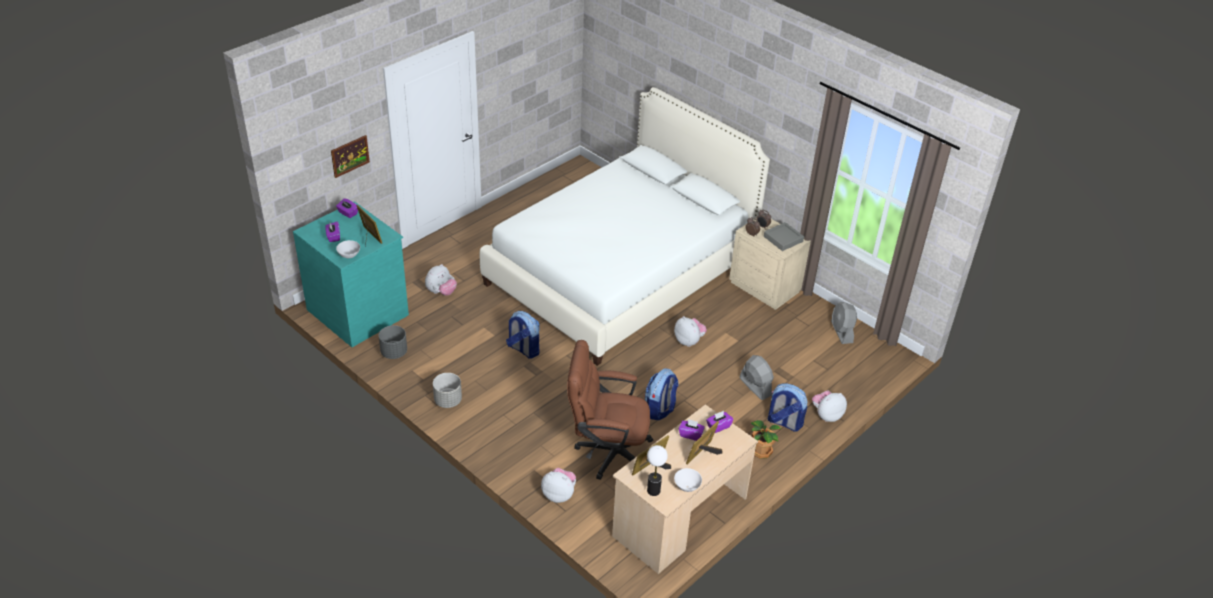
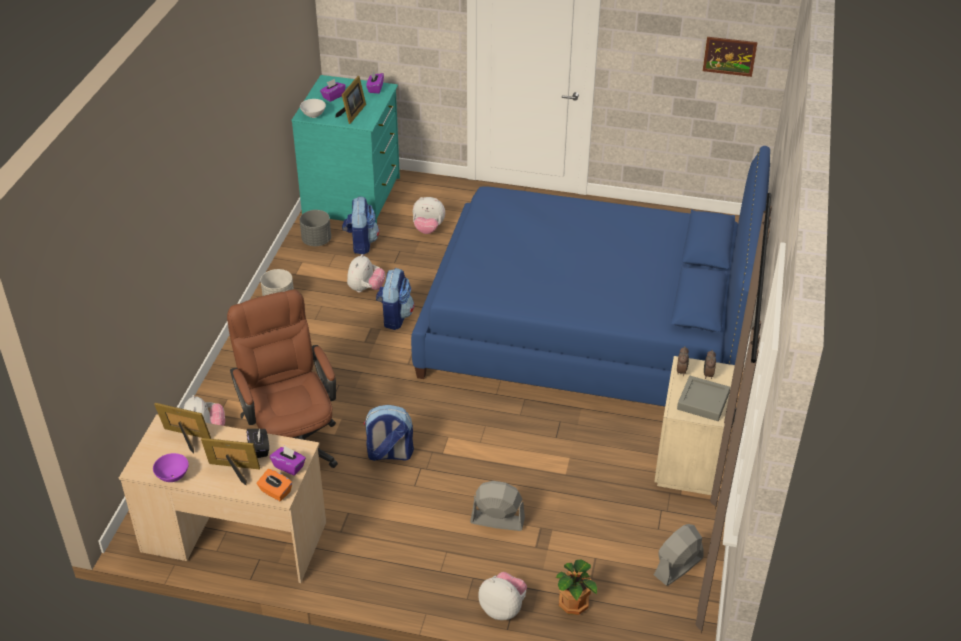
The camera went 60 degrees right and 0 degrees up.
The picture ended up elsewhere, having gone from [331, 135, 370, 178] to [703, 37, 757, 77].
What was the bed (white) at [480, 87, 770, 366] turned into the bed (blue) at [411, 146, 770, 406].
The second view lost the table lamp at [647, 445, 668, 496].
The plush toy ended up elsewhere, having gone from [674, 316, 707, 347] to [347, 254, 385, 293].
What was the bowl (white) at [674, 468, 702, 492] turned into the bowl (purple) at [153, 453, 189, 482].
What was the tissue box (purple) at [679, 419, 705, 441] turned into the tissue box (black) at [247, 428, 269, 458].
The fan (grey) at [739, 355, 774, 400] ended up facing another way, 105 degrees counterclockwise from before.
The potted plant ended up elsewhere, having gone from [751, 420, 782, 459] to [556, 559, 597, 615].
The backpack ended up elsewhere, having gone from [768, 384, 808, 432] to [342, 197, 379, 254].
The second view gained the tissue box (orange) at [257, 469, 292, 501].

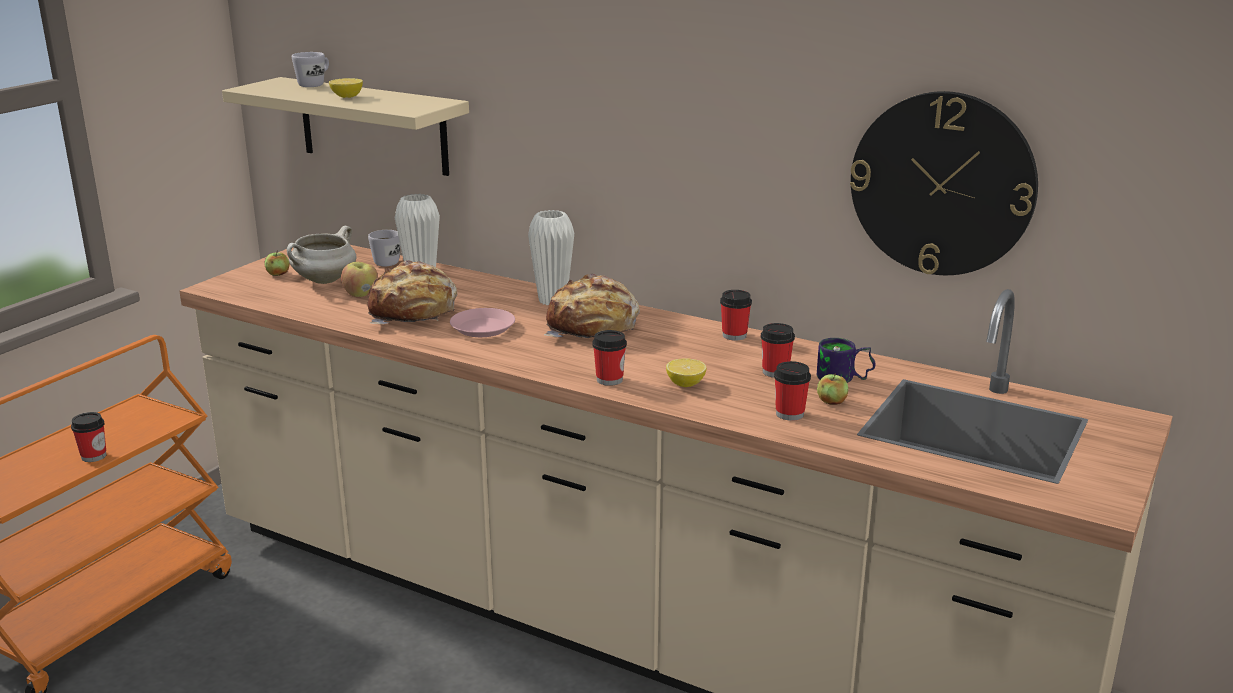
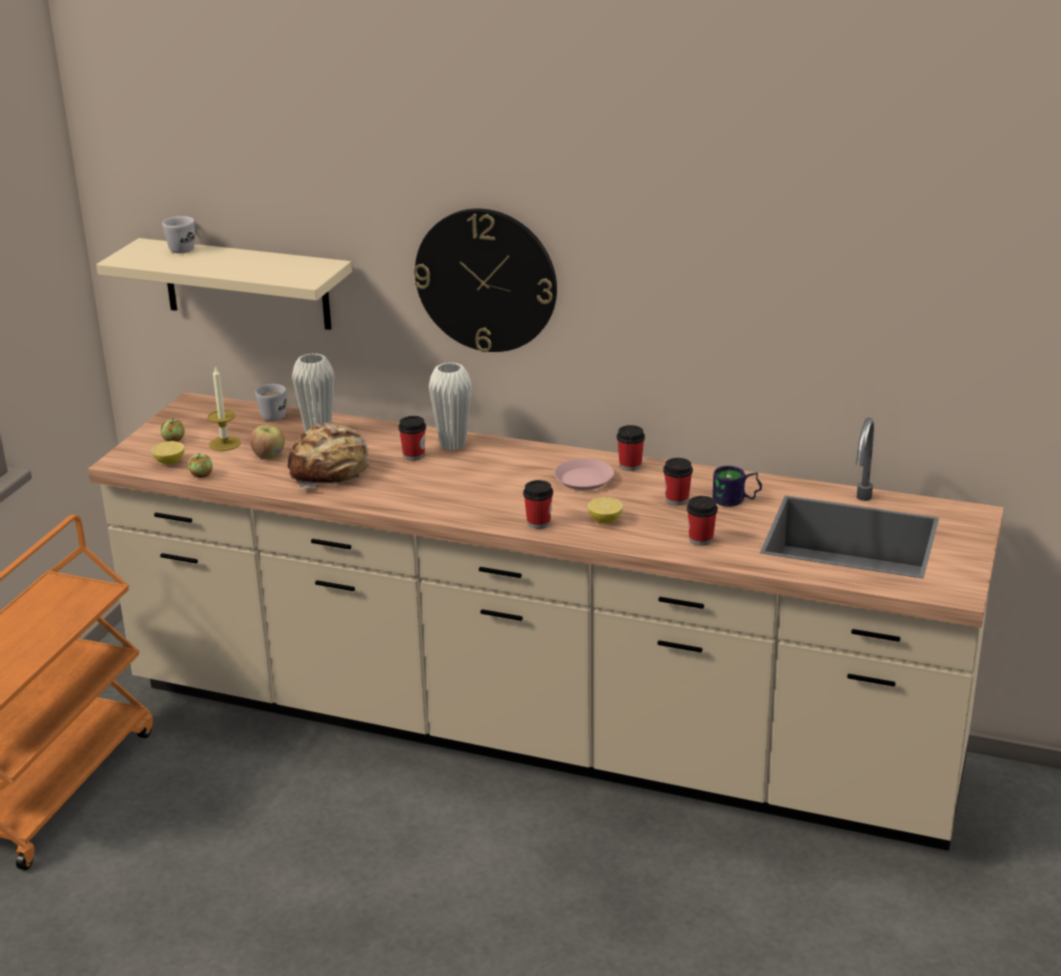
The camera went 10 degrees left and 5 degrees up.
The cup ended up elsewhere, having gone from [71, 412, 107, 462] to [398, 416, 426, 461].
Where the cooking pot (white) stood at [287, 226, 357, 284], the candle came to stand at [208, 366, 241, 451].
The lemon ended up elsewhere, having gone from [329, 78, 363, 98] to [151, 441, 184, 464].
The plate (pink) ended up elsewhere, having gone from [450, 308, 515, 337] to [554, 459, 614, 490].
The second view lost the bread at [544, 274, 640, 338].
The apple ended up elsewhere, having gone from [817, 373, 848, 405] to [188, 453, 213, 478].
The wall clock ended up elsewhere, having gone from [850, 91, 1038, 275] to [414, 209, 557, 352].

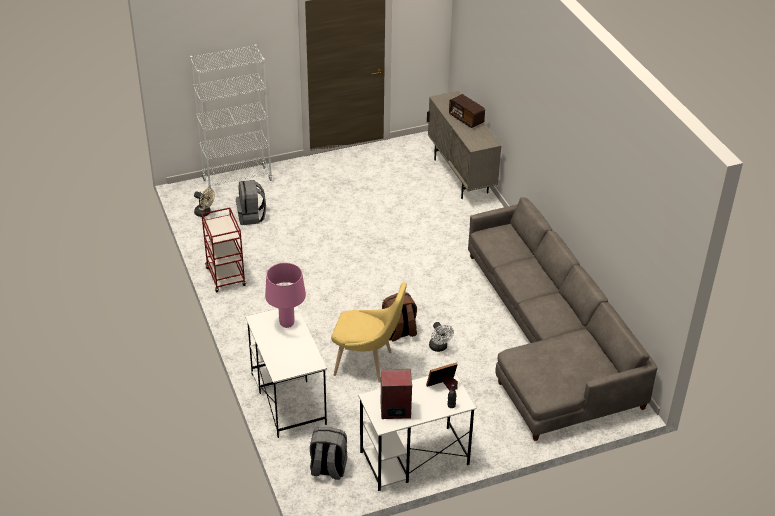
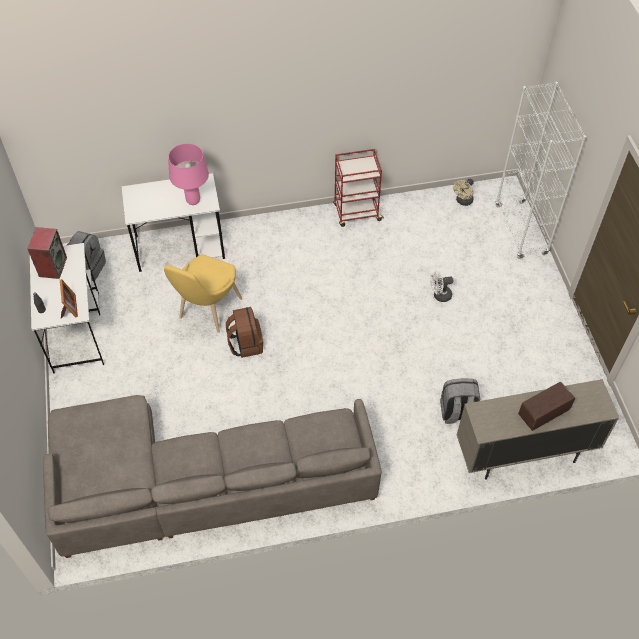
The camera went 100 degrees right and 15 degrees up.
The backpack (grey) ended up elsewhere, having gone from [236, 180, 266, 225] to [440, 378, 480, 424].
The fan (white) ended up elsewhere, having gone from [429, 322, 454, 352] to [430, 271, 454, 302].

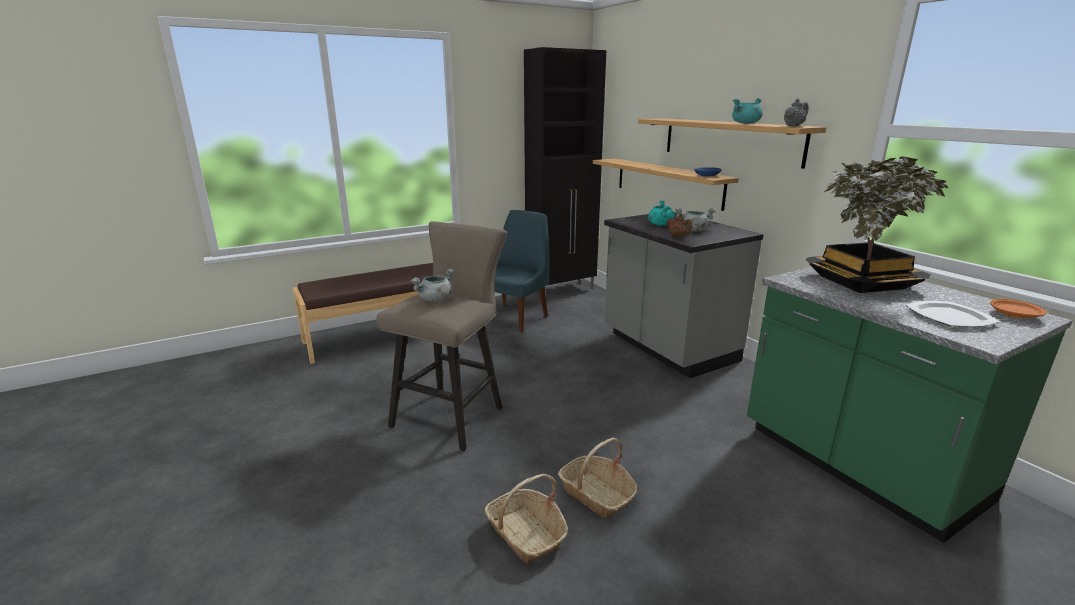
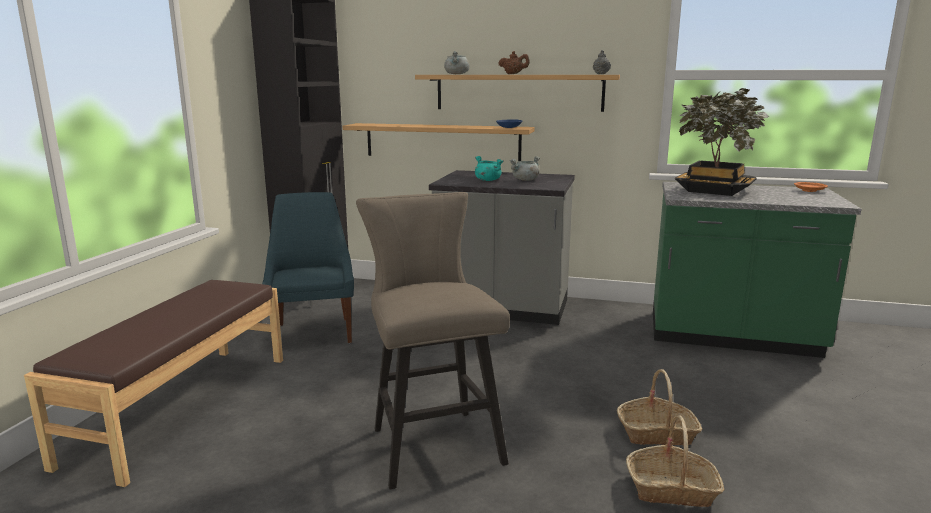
The camera went 45 degrees left and 5 degrees down.
The cooking pot (grey) ended up elsewhere, having gone from [411, 269, 454, 302] to [444, 51, 470, 74].
The teapot (brown) ended up elsewhere, having gone from [666, 214, 692, 237] to [498, 51, 530, 74].
The second view lost the cooking pot (turquoise) at [732, 98, 763, 124].
The second view lost the plate at [906, 301, 999, 327].

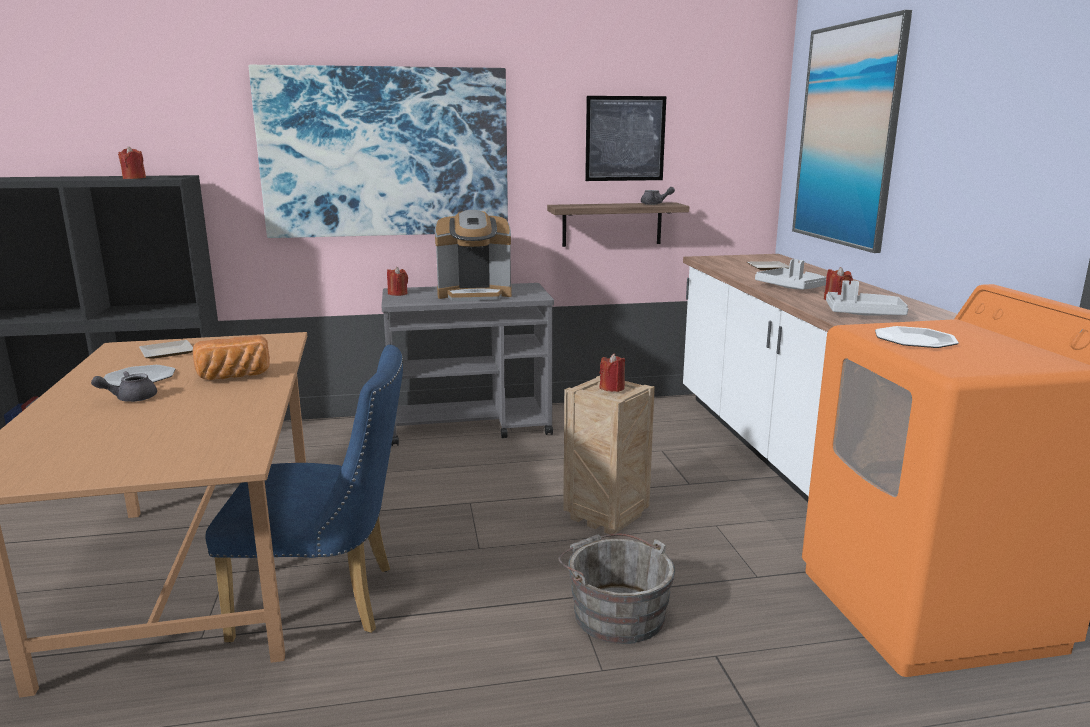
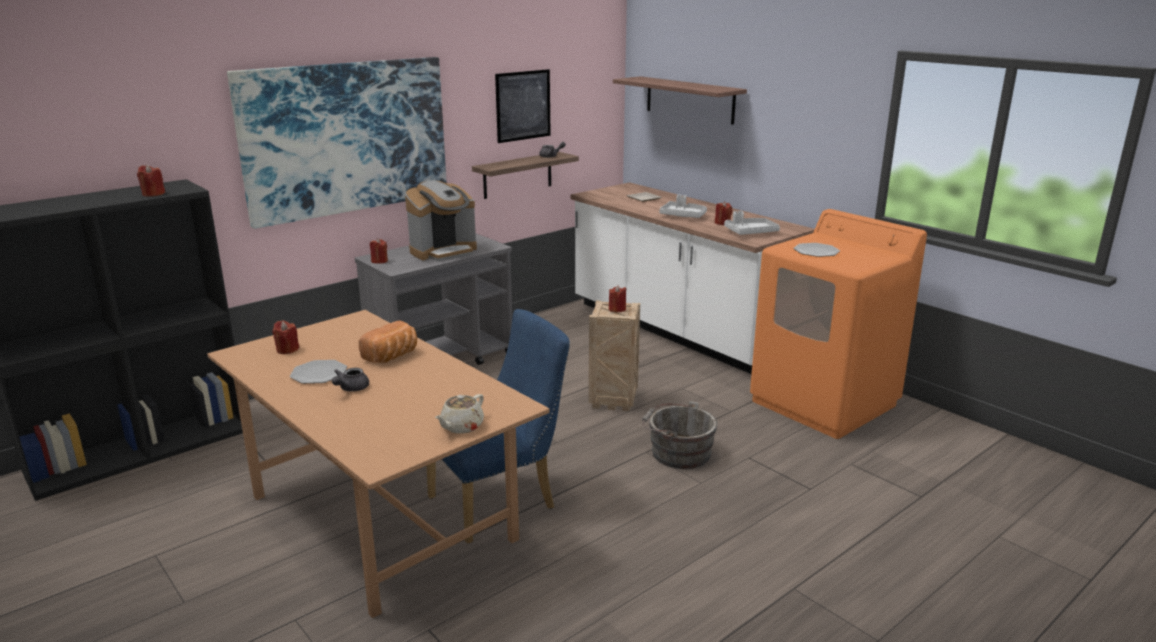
The camera went 30 degrees left and 5 degrees up.
Where the plate stood at [139, 340, 193, 359], the candle (red) came to stand at [272, 320, 299, 354].
Where the picture hung at [792, 10, 912, 253], the shelf came to hang at [613, 76, 747, 125].
The second view gained the teapot (beige) at [435, 394, 484, 434].

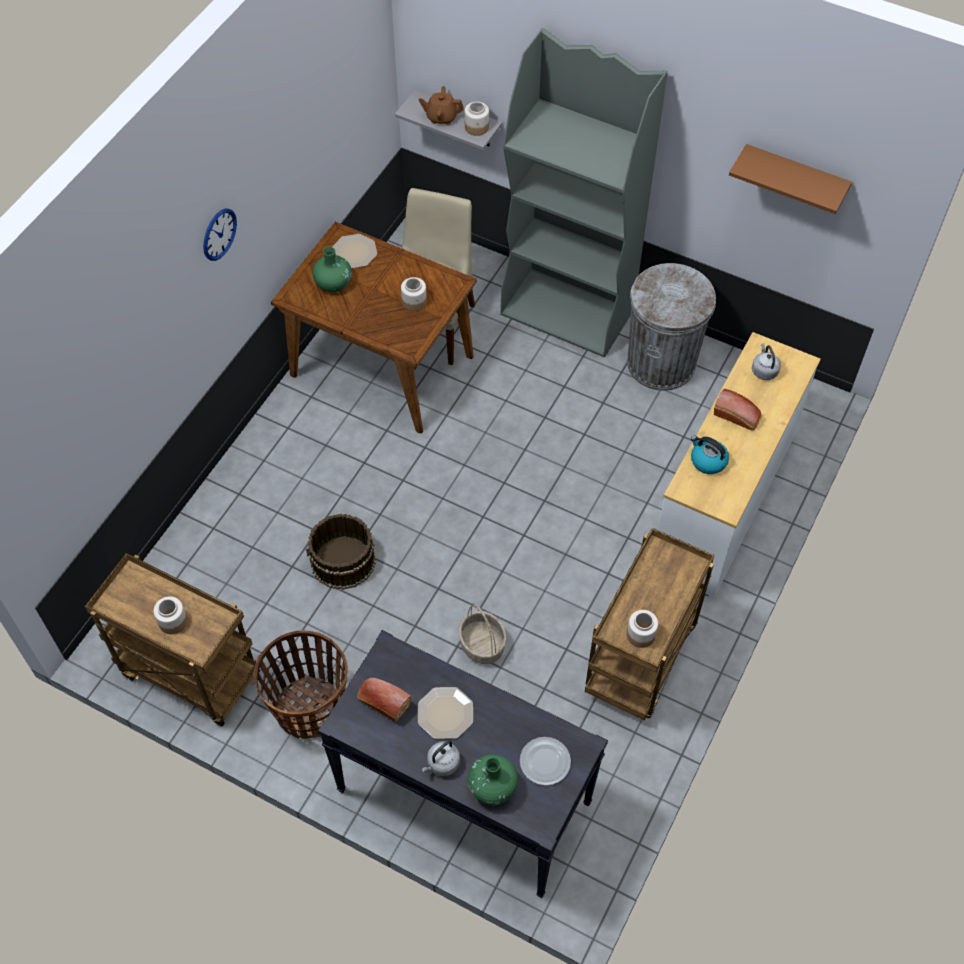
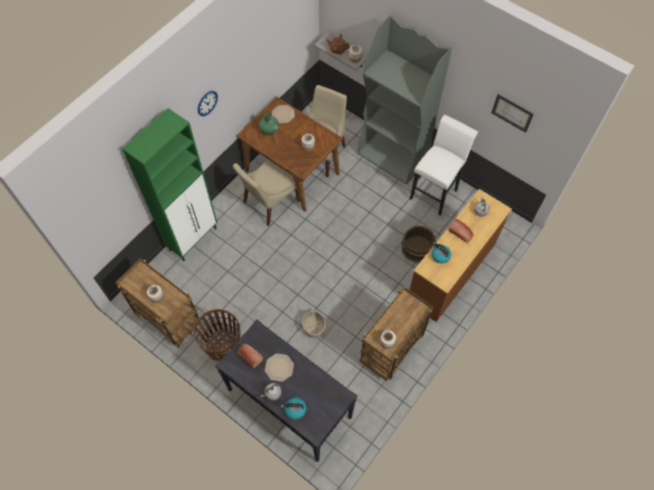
The camera went 10 degrees right and 5 degrees up.
The bucket (brown) ended up elsewhere, having gone from [306, 513, 376, 590] to [401, 226, 436, 263].
Where the vase (green) stood at [468, 755, 518, 805], the kettle came to stand at [281, 398, 306, 420].
The second view lost the plate at [520, 737, 571, 785].
Where the trash can (grey) stood at [627, 263, 716, 391], the stool (white) came to stand at [410, 115, 478, 216].
What was the dresser (white) at [658, 332, 821, 598] turned into the dresser (brown) at [410, 189, 512, 322].
Where the shelf (brown) hung at [729, 144, 852, 214], the picture came to hang at [491, 94, 534, 133].
The second view gained the cabinet (green) at [122, 108, 217, 261].
The second view gained the chair (beige) at [233, 160, 300, 226].

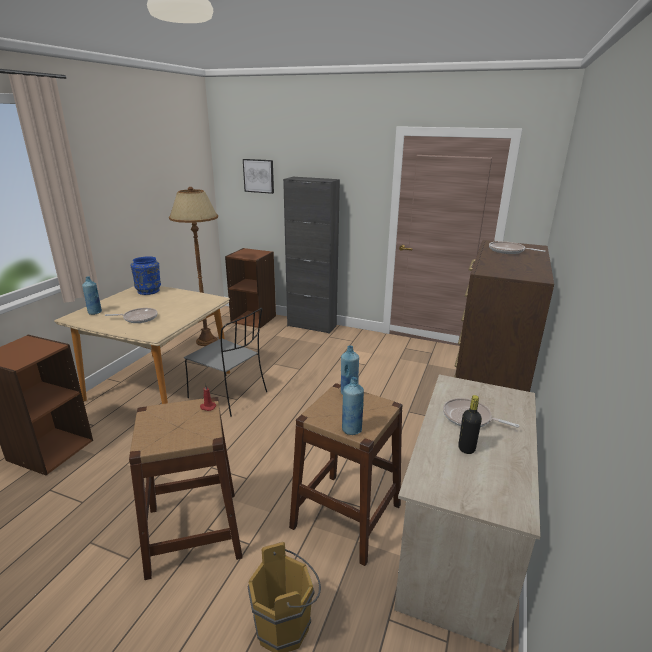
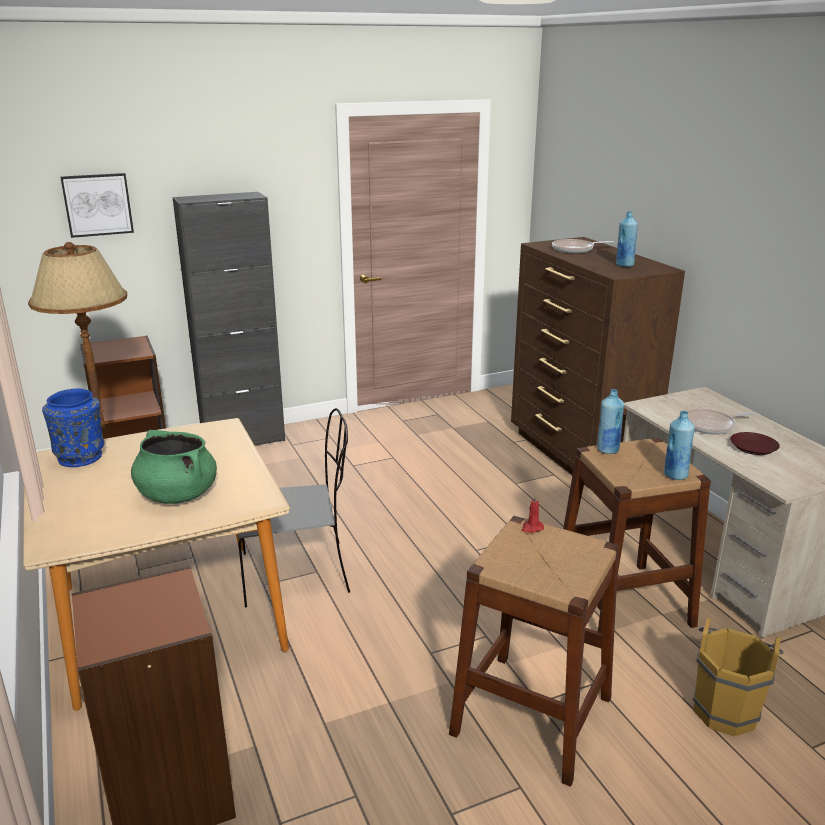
The camera went 45 degrees left and 0 degrees up.
The bottle (blue) ended up elsewhere, having gone from [82, 276, 102, 315] to [616, 211, 638, 267].
Where the frying pan stood at [105, 308, 158, 323], the cooking pot (green) came to stand at [131, 430, 217, 504].
Where the bottle (black) stood at [458, 395, 482, 454], the plate (brown) came to stand at [730, 432, 780, 455].

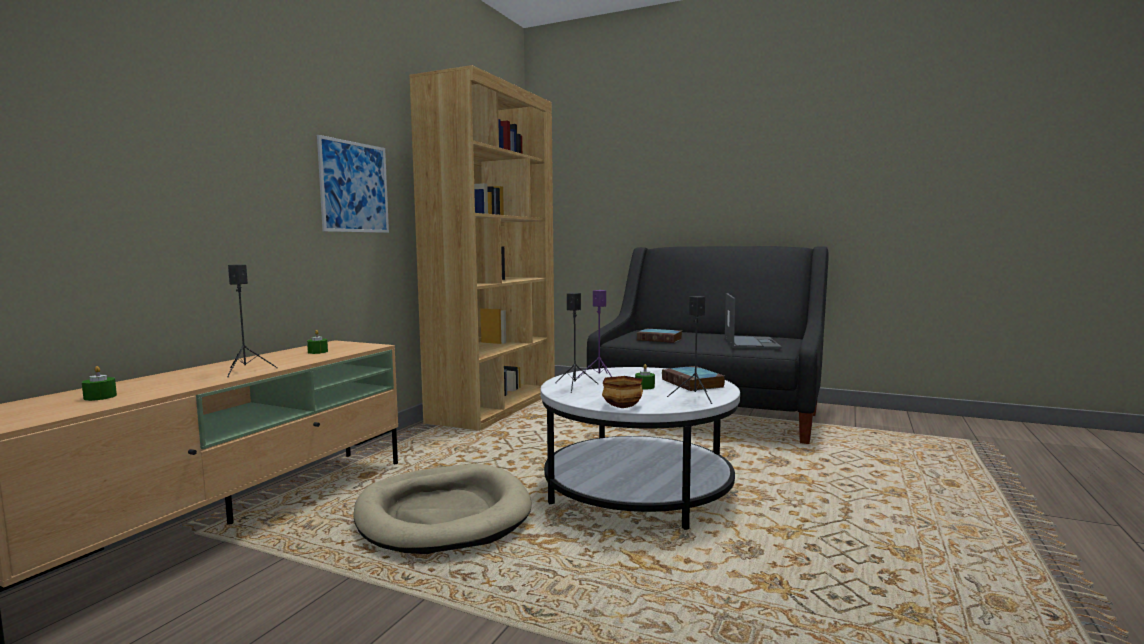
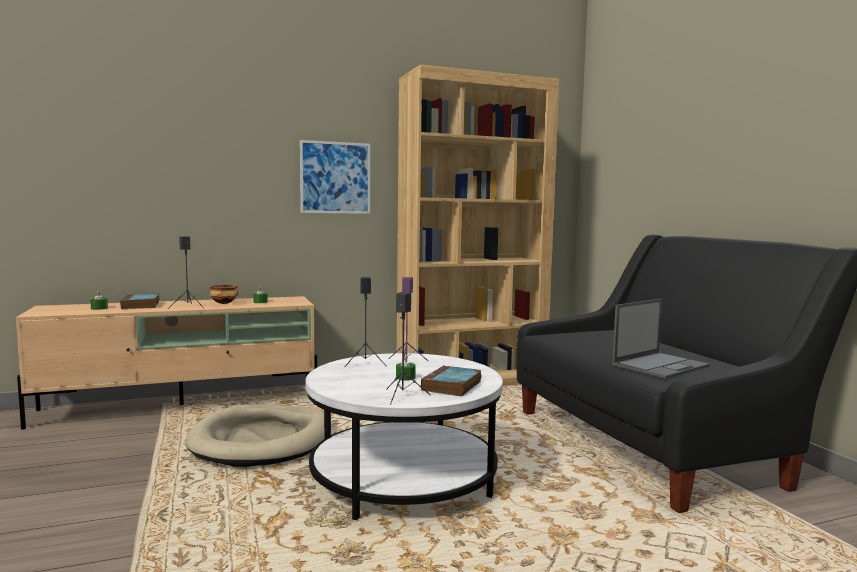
The camera went 45 degrees right and 0 degrees up.
The bowl ended up elsewhere, having gone from [602, 376, 643, 408] to [210, 285, 238, 304].
The book ended up elsewhere, having gone from [636, 329, 682, 343] to [120, 294, 159, 309].

